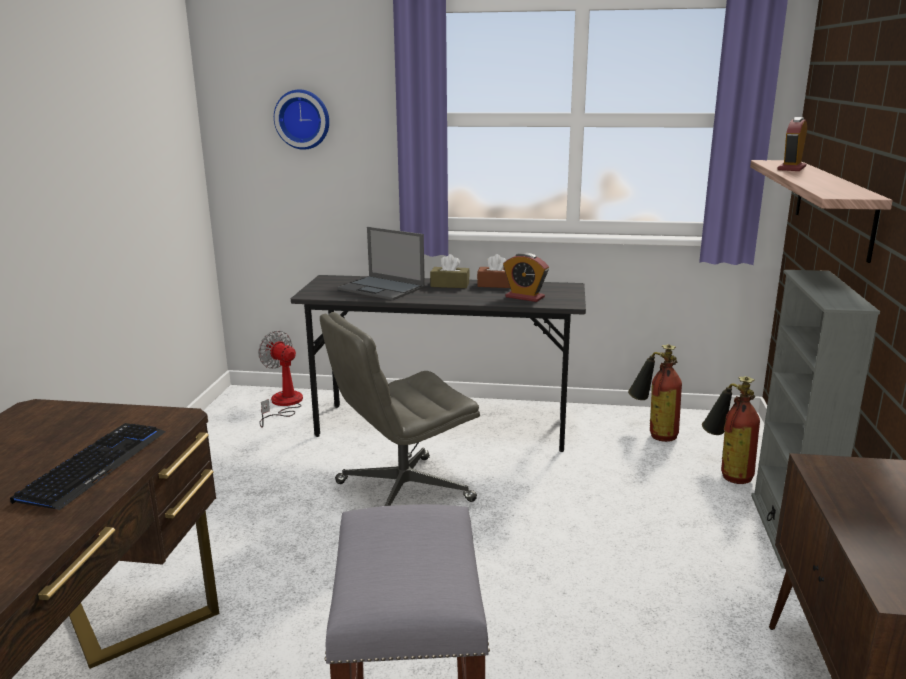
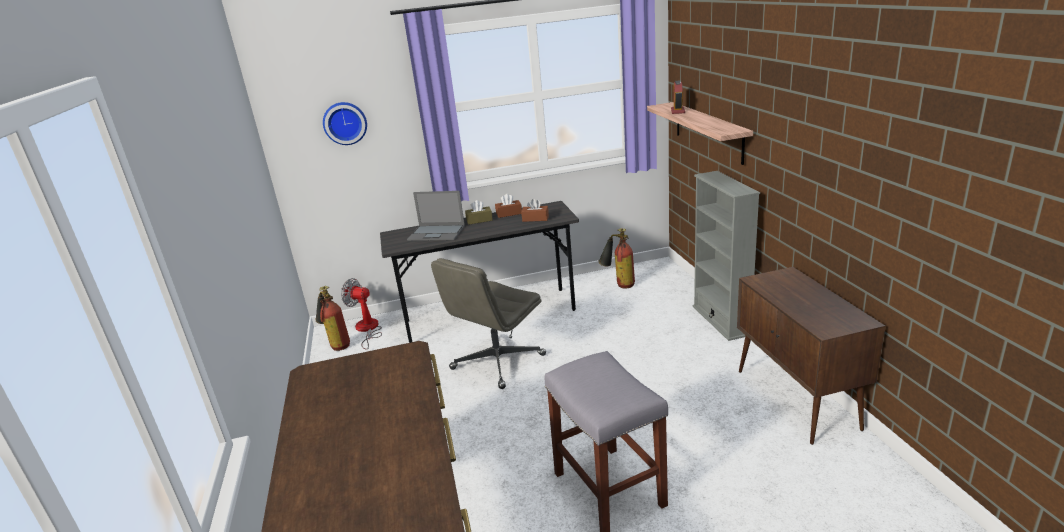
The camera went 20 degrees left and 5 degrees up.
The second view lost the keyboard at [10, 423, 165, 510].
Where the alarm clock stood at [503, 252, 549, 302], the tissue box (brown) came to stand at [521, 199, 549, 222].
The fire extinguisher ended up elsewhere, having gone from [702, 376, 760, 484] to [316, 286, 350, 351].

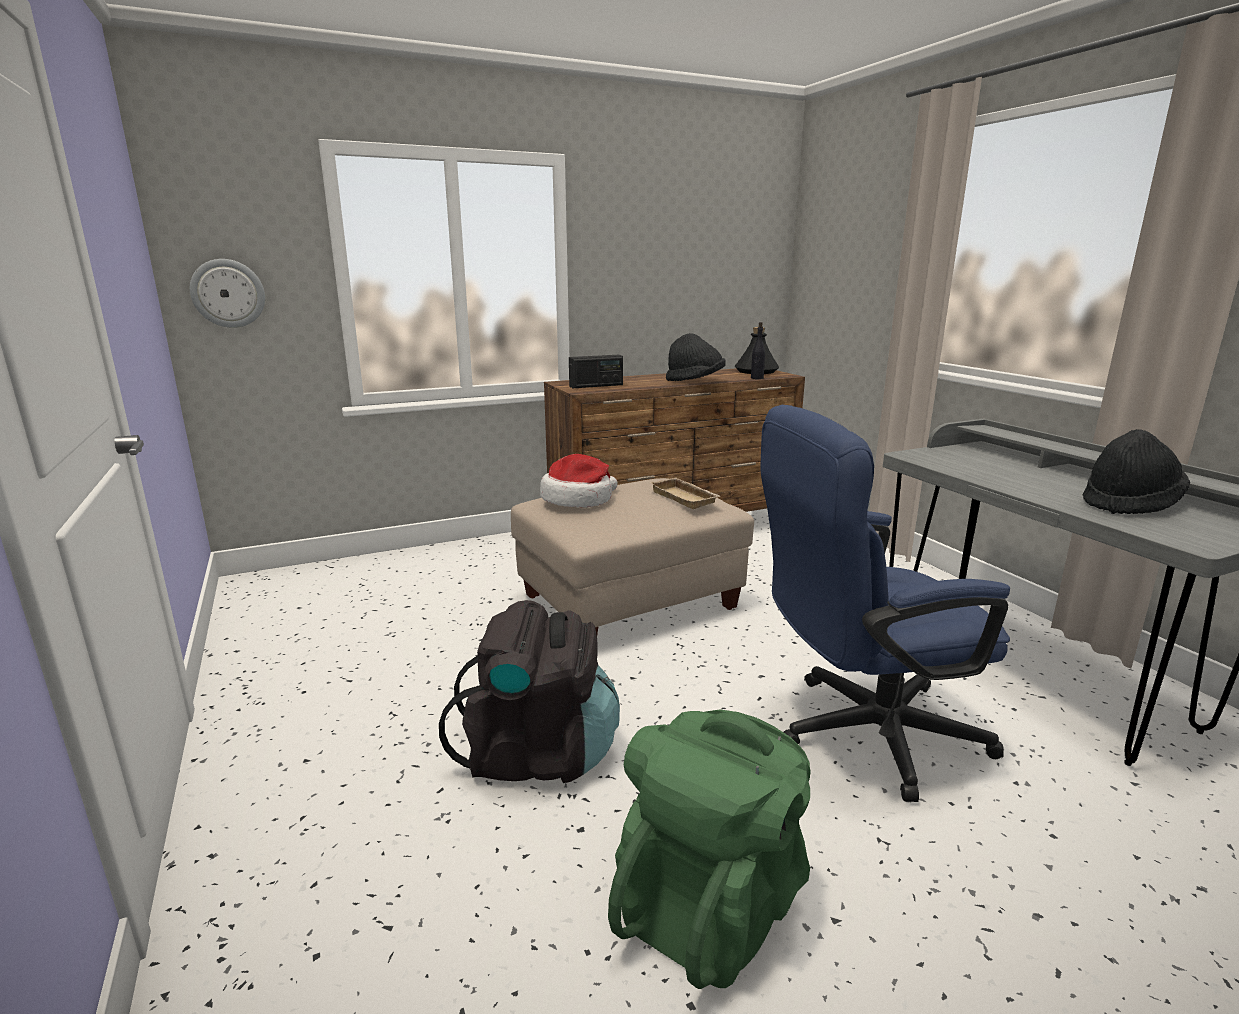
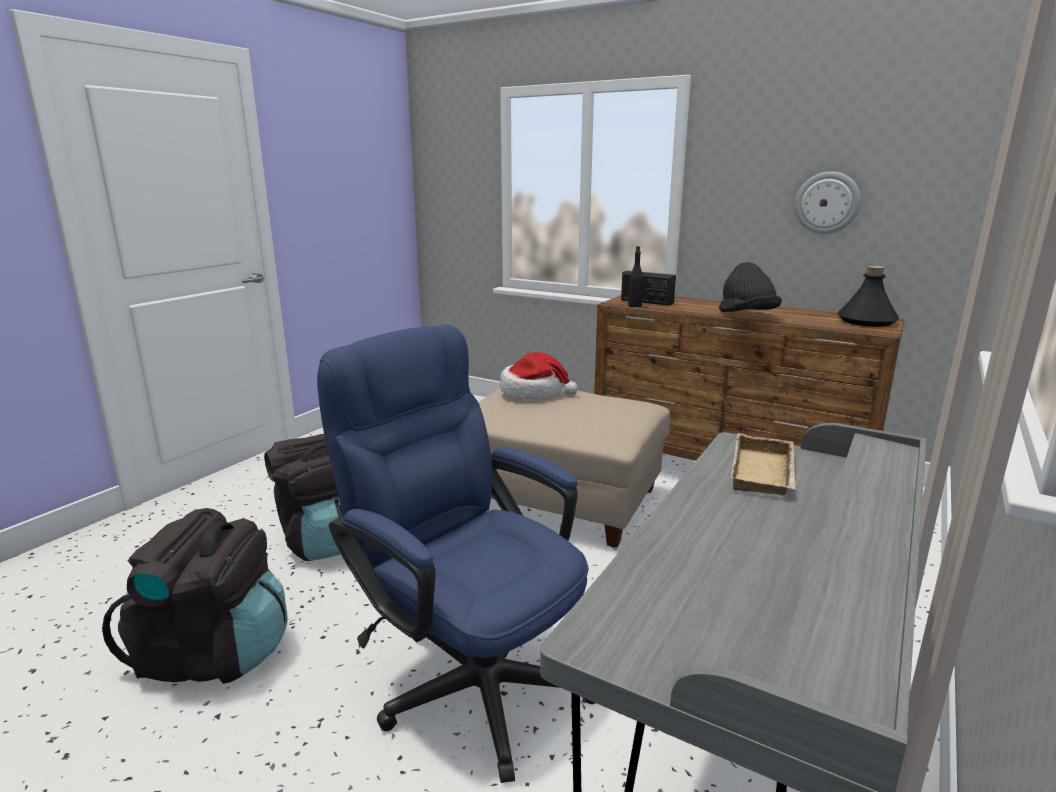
The camera went 55 degrees right and 0 degrees up.
The wall clock ended up elsewhere, having gone from [190, 259, 265, 328] to [795, 171, 861, 234].
What was the backpack (green) at [608, 709, 811, 989] turned into the backpack (black) at [102, 508, 287, 684].
The tray (beige) ended up elsewhere, having gone from [650, 478, 720, 509] to [731, 433, 796, 495].
The bottle (black) ended up elsewhere, having gone from [751, 322, 765, 379] to [628, 246, 643, 307].
The second view lost the hat (black) at [1083, 429, 1190, 514].

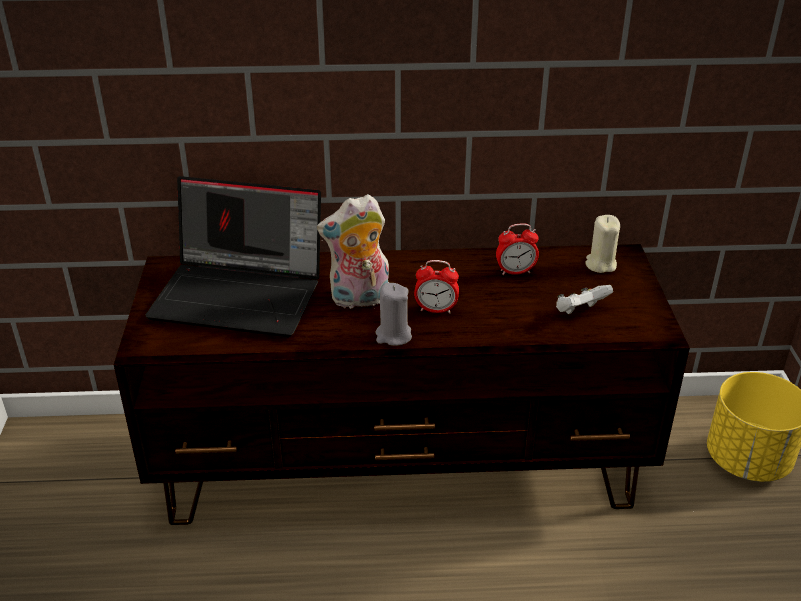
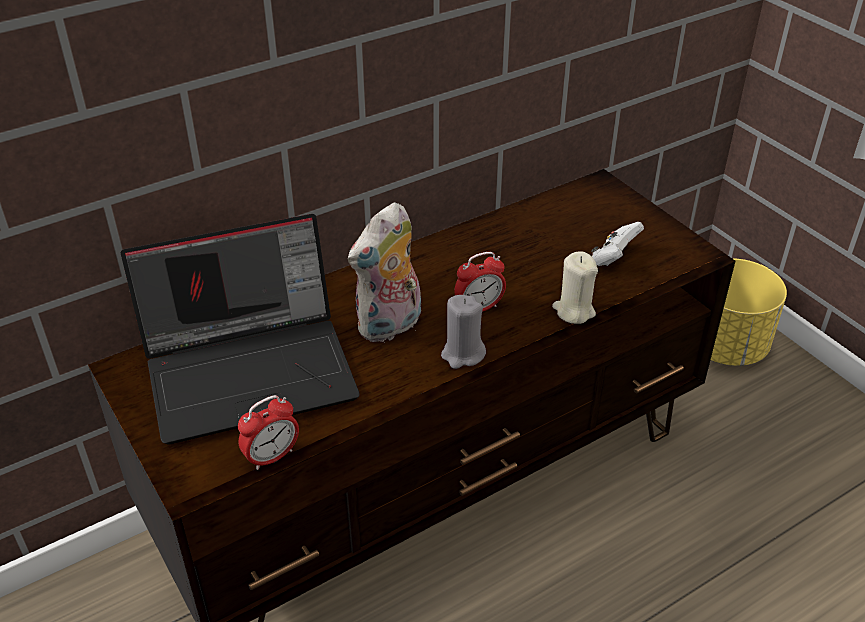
The camera went 30 degrees left and 5 degrees up.
The alarm clock ended up elsewhere, having gone from [496, 224, 539, 275] to [238, 395, 299, 470].
The candle (beige) ended up elsewhere, having gone from [586, 215, 620, 273] to [552, 251, 598, 324].

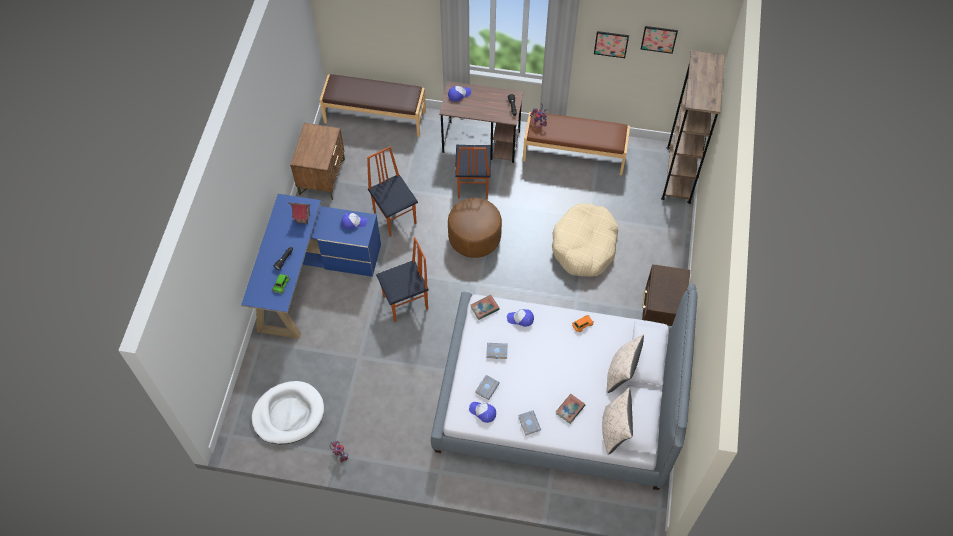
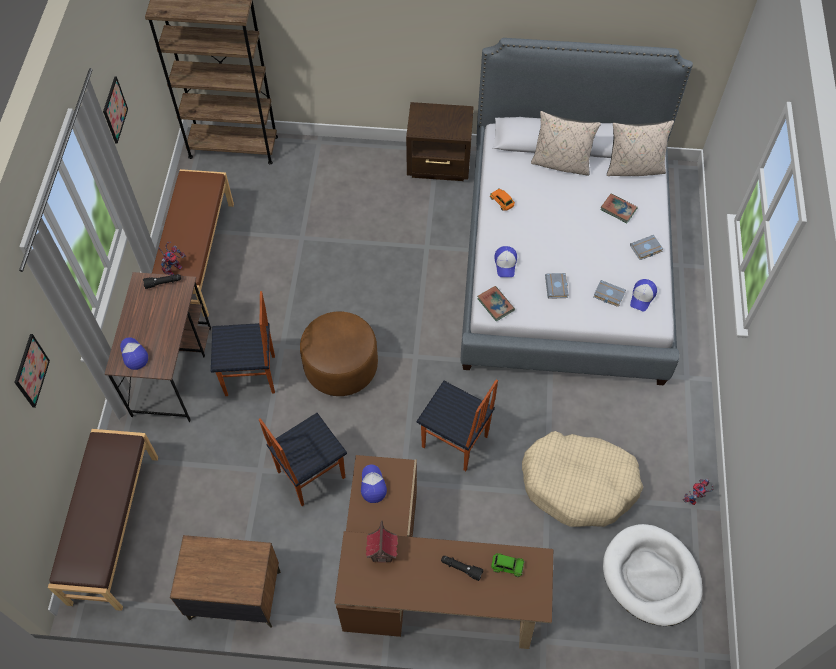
The camera went 95 degrees left and 0 degrees up.
What was the desk (blue) at [241, 194, 381, 339] turned into the desk (brown) at [334, 455, 553, 649].
The chair at [376, 237, 429, 322] ended up facing another way, 150 degrees clockwise from before.
The dog bed (beige) ended up elsewhere, having gone from [552, 203, 618, 277] to [522, 431, 643, 527].
The picture ended up elsewhere, having gone from [640, 26, 678, 54] to [14, 334, 50, 408].

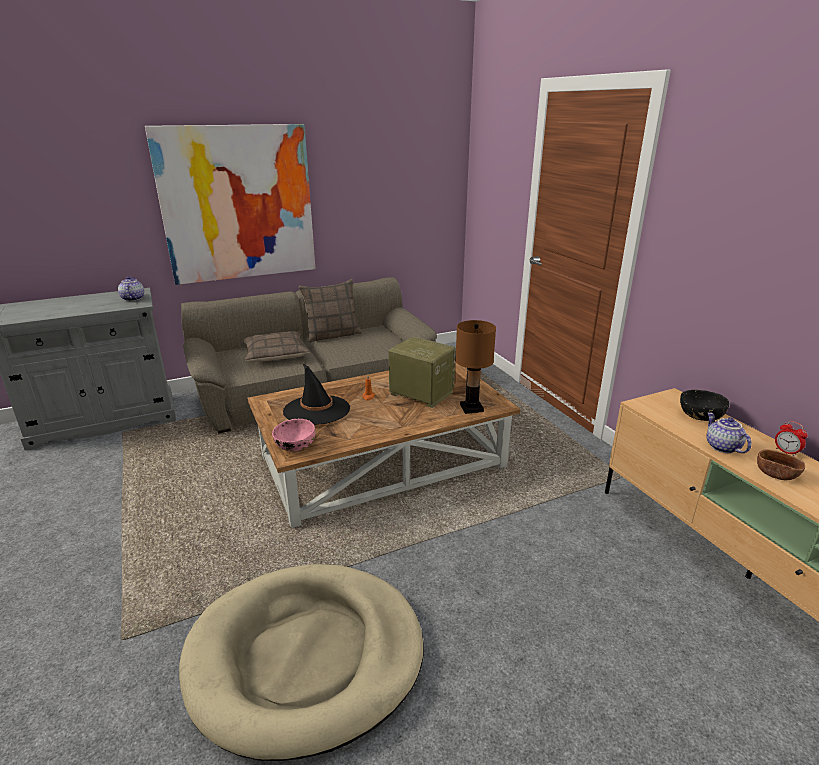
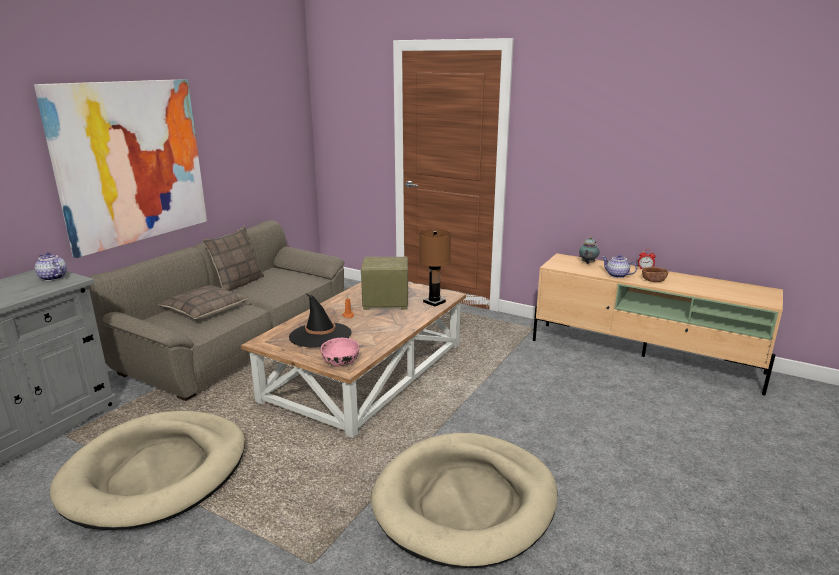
The camera went 35 degrees left and 5 degrees down.
Where the bowl (black) stood at [680, 390, 729, 421], the teapot came to stand at [579, 237, 599, 264].
The second view gained the dog bed (beige) at [50, 411, 245, 530].

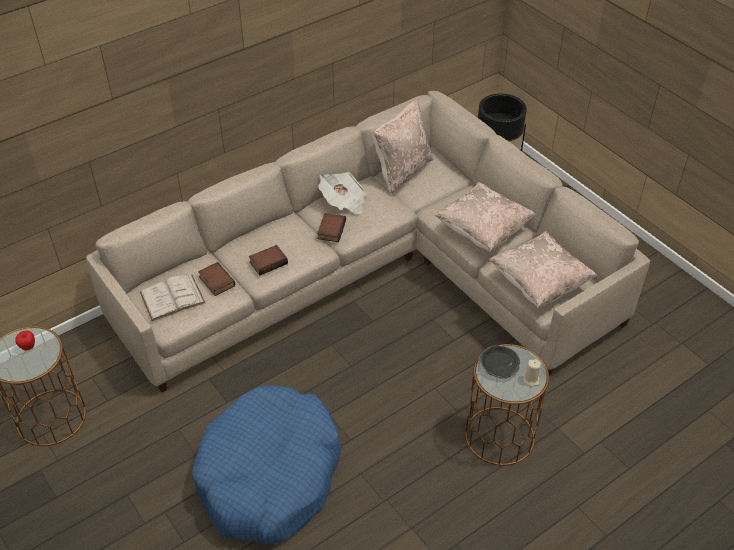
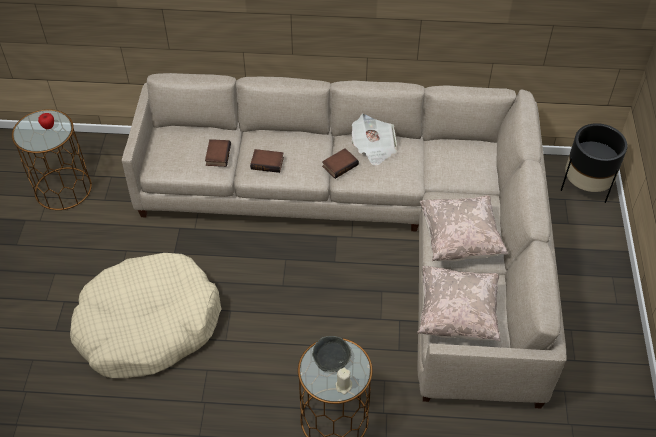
The camera went 40 degrees right and 5 degrees up.
The second view lost the book (white) at [140, 275, 205, 321].
What was the dog bed (blue) at [192, 385, 341, 543] turned into the dog bed (beige) at [70, 253, 222, 378].
The second view lost the pillow (beige) at [374, 101, 433, 193].

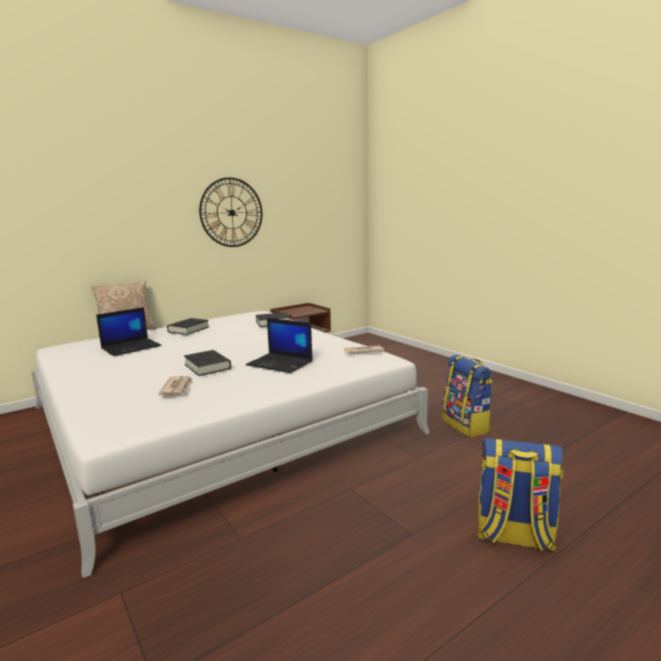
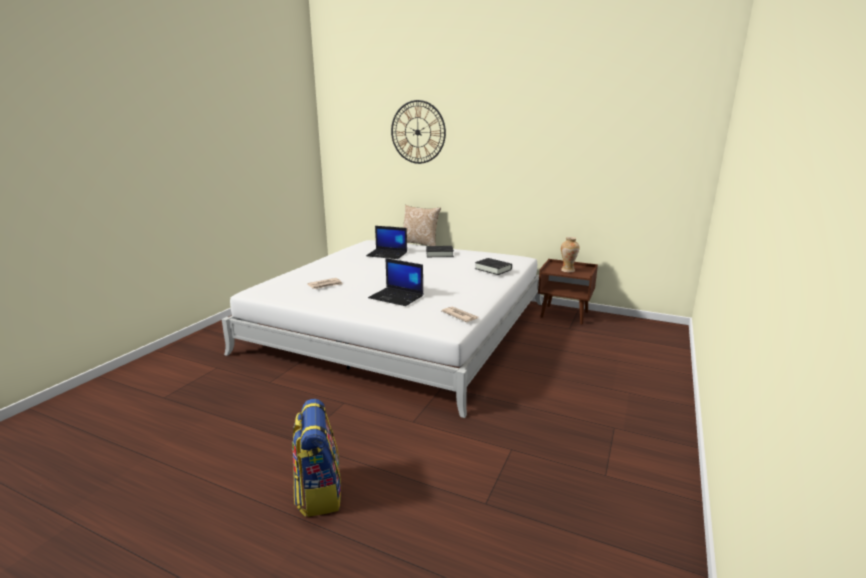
The camera went 60 degrees right and 5 degrees up.
The second view lost the book (black) at [184, 350, 231, 376].
The wall clock ended up elsewhere, having gone from [199, 177, 262, 247] to [391, 100, 446, 164].
The laptop at [246, 318, 313, 373] ended up facing another way, 60 degrees counterclockwise from before.
The second view lost the backpack at [442, 355, 493, 437].
The second view gained the vase at [561, 237, 580, 272].

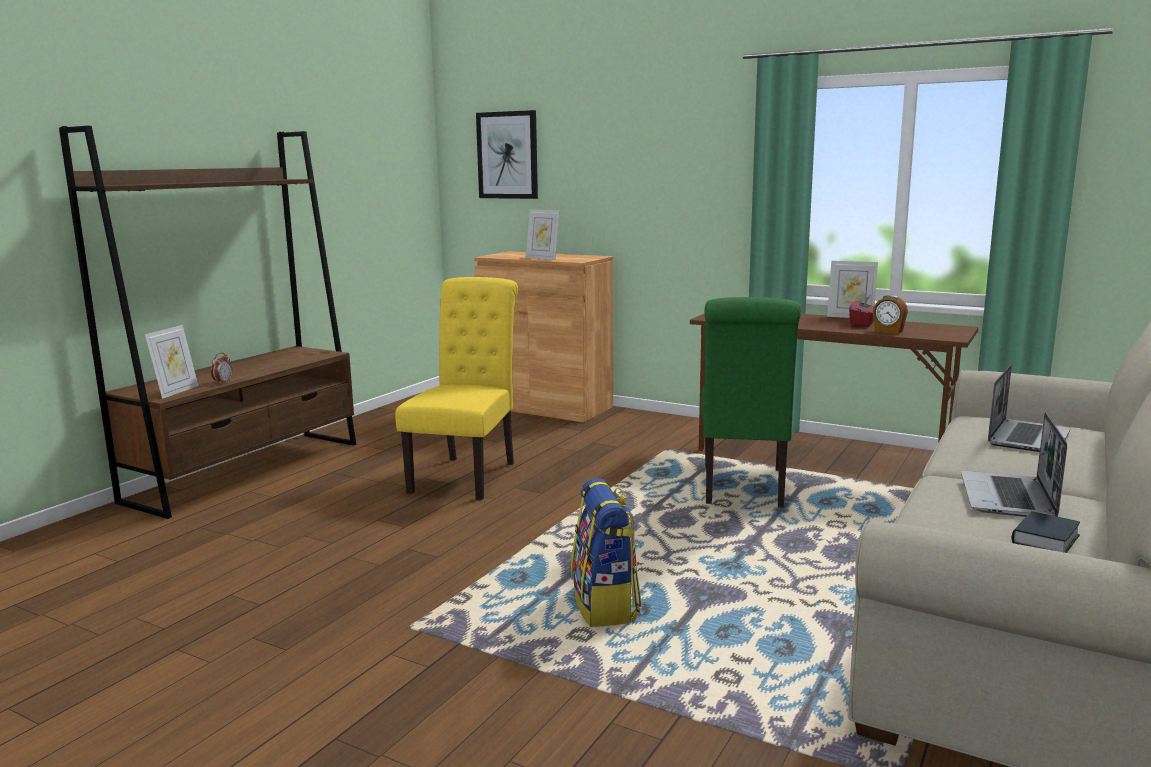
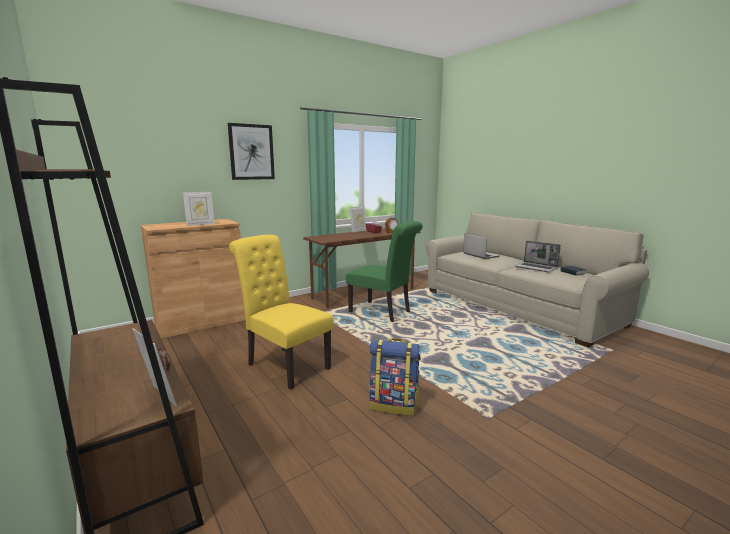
The camera went 65 degrees left and 0 degrees up.
The picture ended up elsewhere, having gone from [476, 110, 538, 199] to [228, 123, 275, 180].
The backpack ended up elsewhere, having gone from [571, 478, 642, 627] to [369, 338, 421, 416].

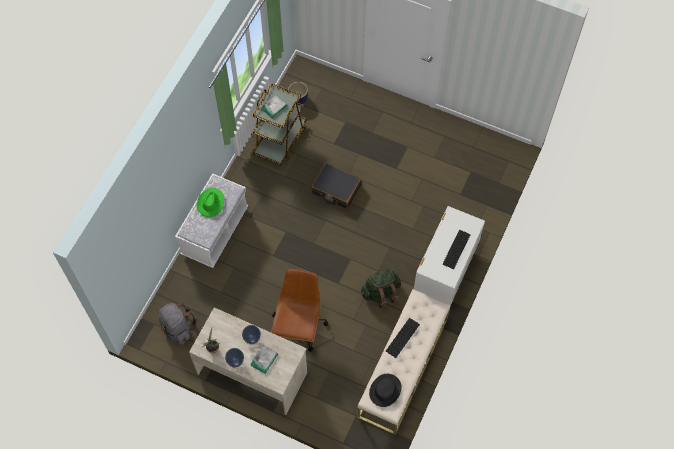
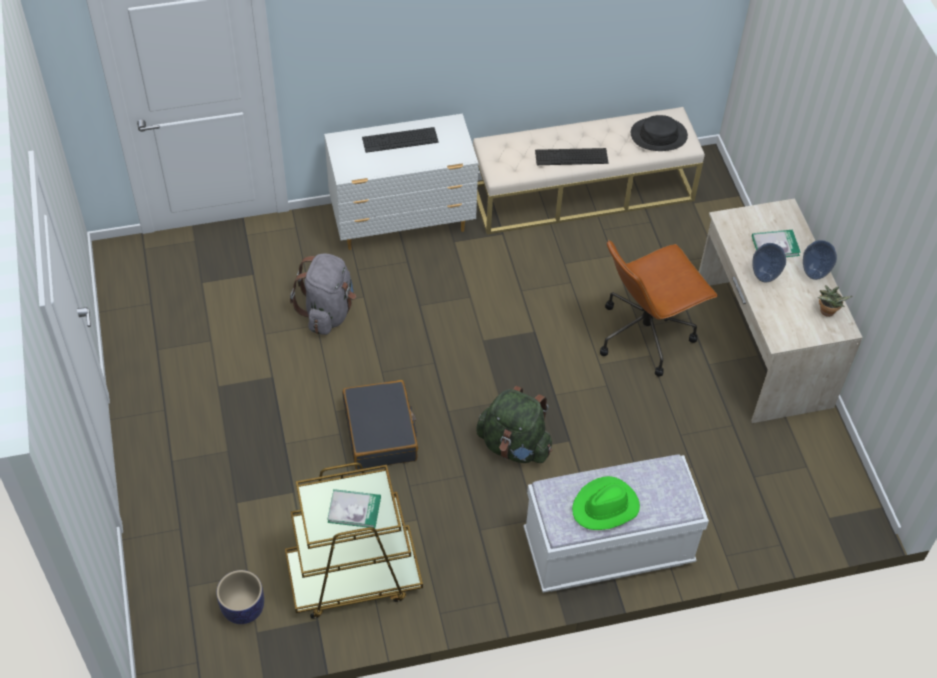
The camera went 130 degrees left and 10 degrees down.
The backpack (grey) ended up elsewhere, having gone from [159, 302, 197, 344] to [290, 254, 356, 335].
The backpack (green) ended up elsewhere, having gone from [361, 269, 401, 308] to [476, 386, 552, 463].

